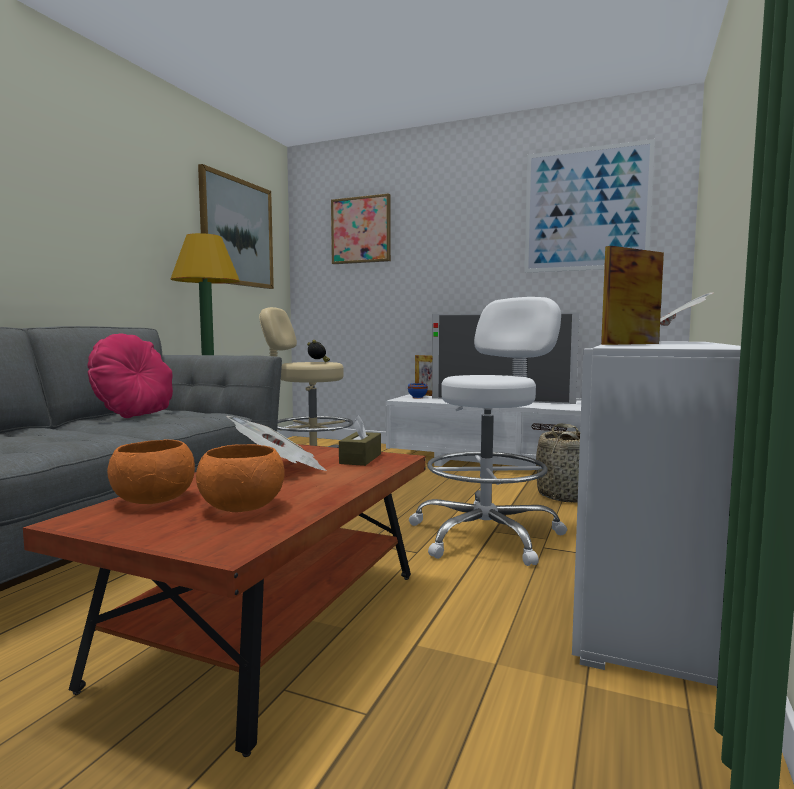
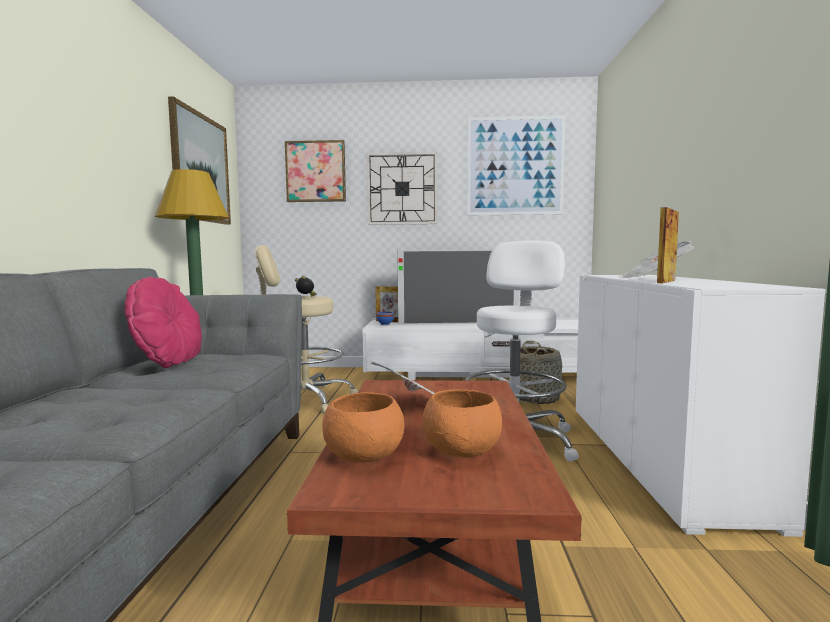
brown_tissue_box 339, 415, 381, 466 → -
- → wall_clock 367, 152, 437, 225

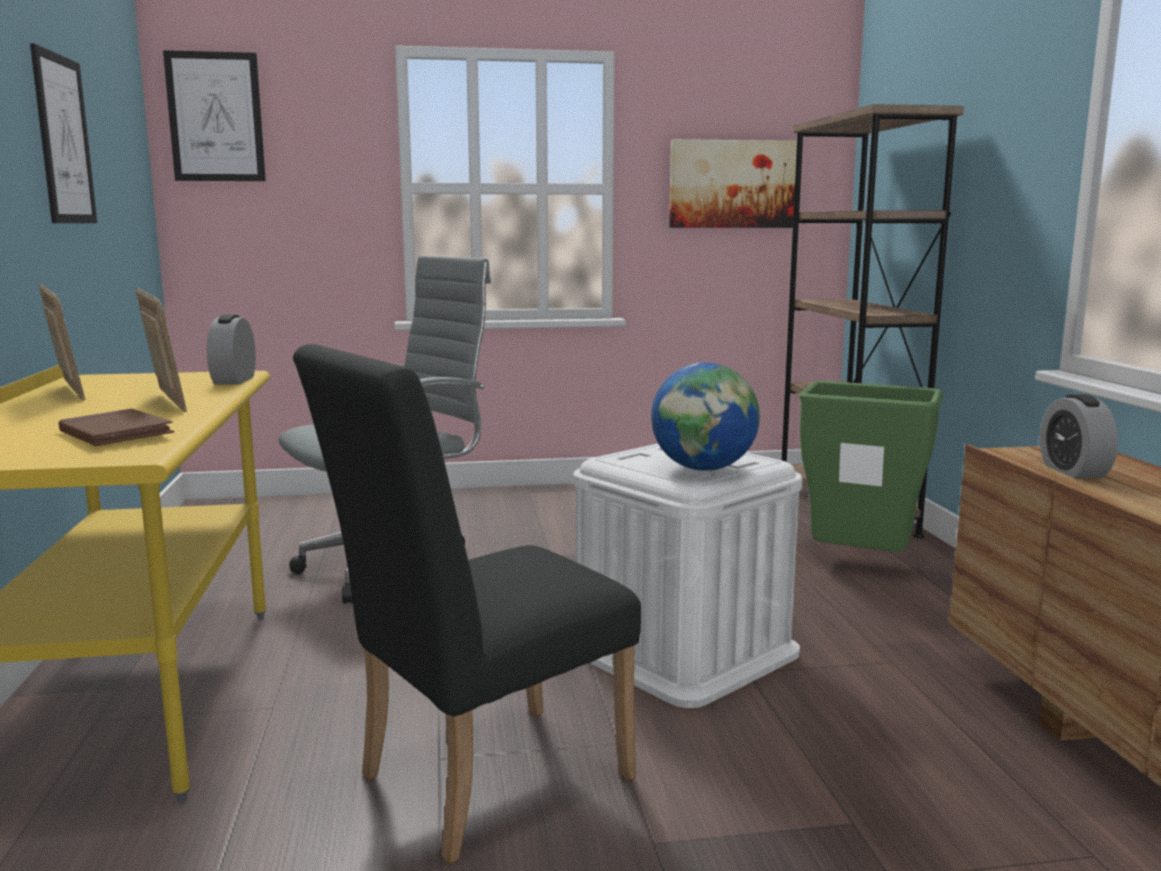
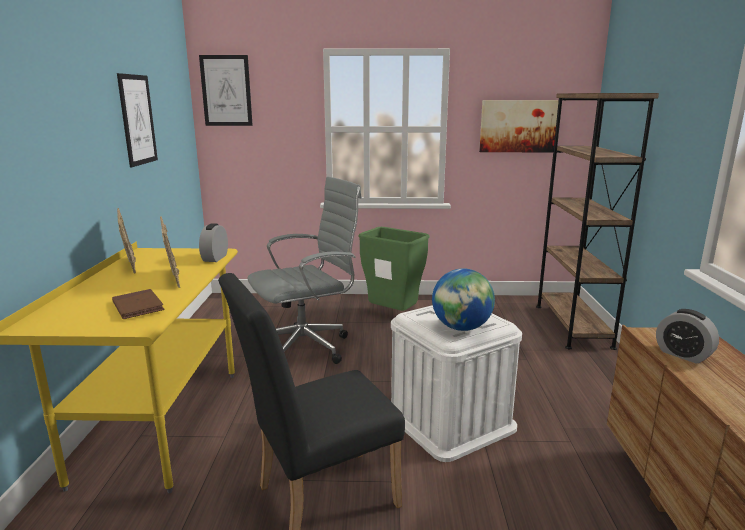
green_trash_can 798, 381, 943, 552 → green_trash_can 358, 227, 429, 311, shifted
alarm_clock 1040, 394, 1118, 479 → alarm_clock 656, 309, 719, 364, 45 degrees counterclockwise

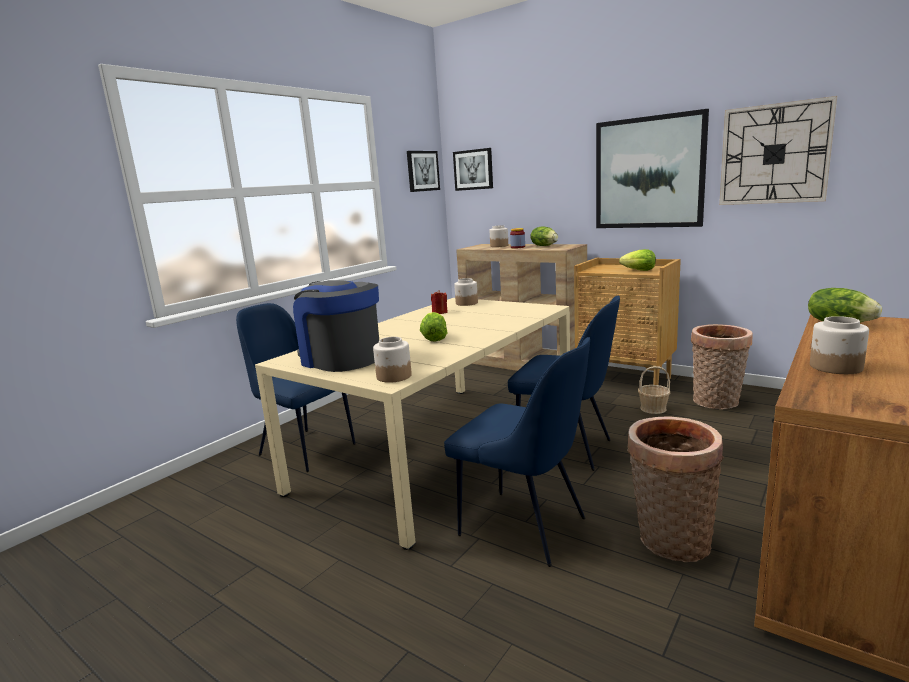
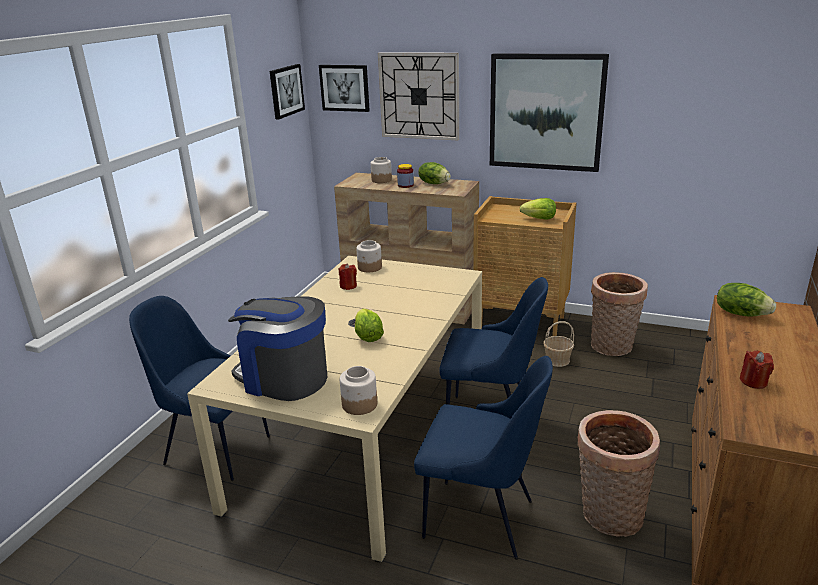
wall_clock 719, 96, 837, 205 → wall_clock 378, 52, 459, 140, shifted
jar 810, 316, 869, 374 → red_candle 740, 350, 774, 389

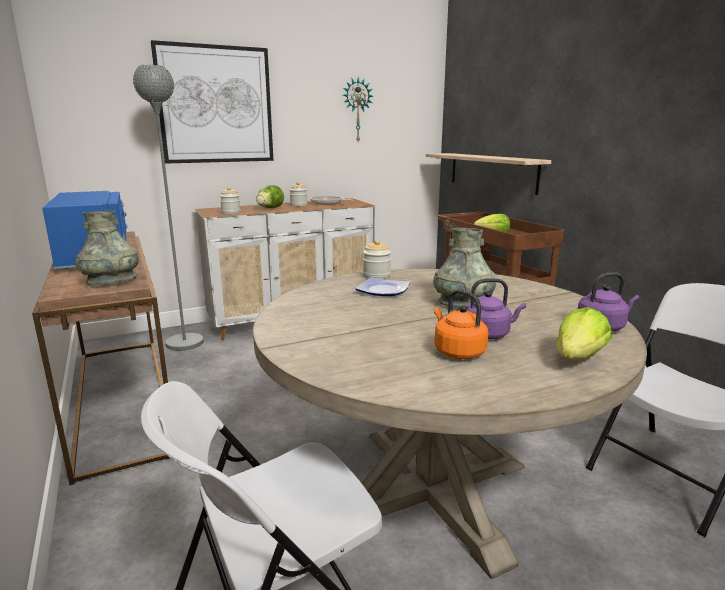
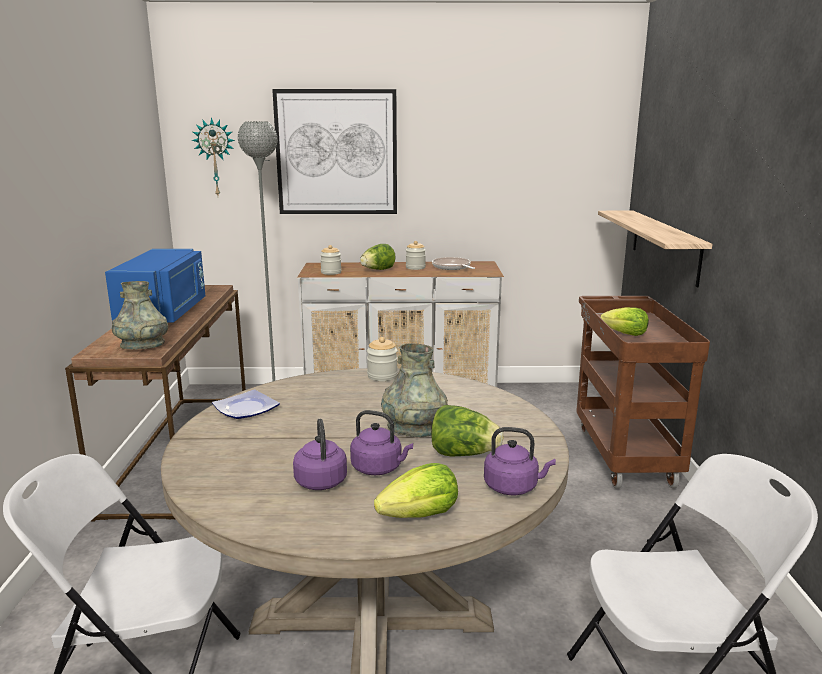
- → lettuce 431, 405, 504, 457
wall_clock 343, 77, 373, 142 → wall_clock 192, 117, 235, 196, shifted
plate 355, 277, 410, 296 → plate 212, 390, 280, 419, shifted
orange_kettle 434, 290, 488, 359 → purple_kettle 293, 419, 347, 490

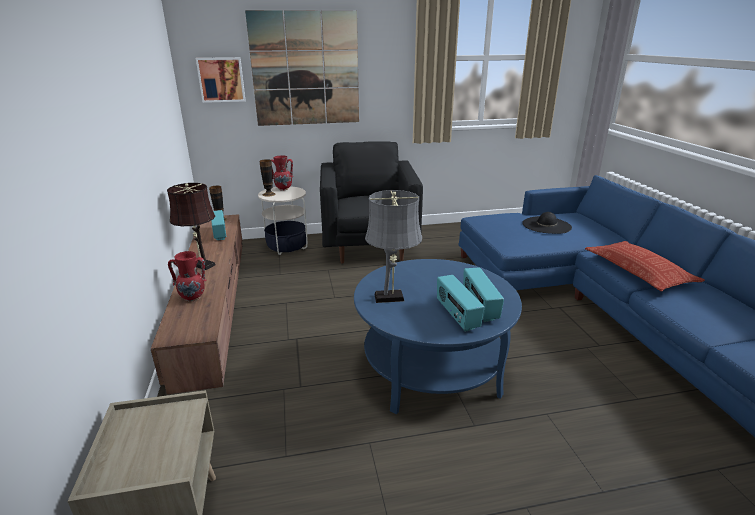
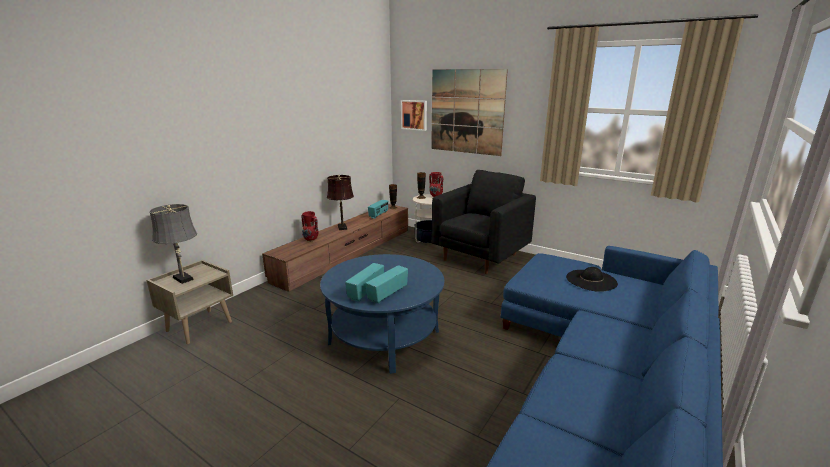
pillow 585, 241, 705, 291 → -
grey_table_lamp 365, 190, 422, 303 → grey_table_lamp 149, 204, 197, 284, shifted

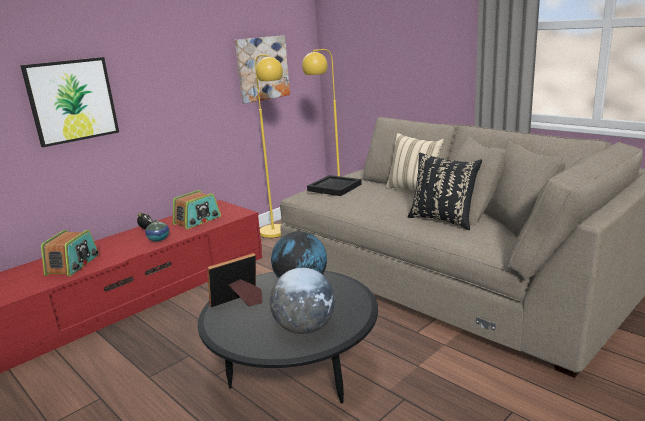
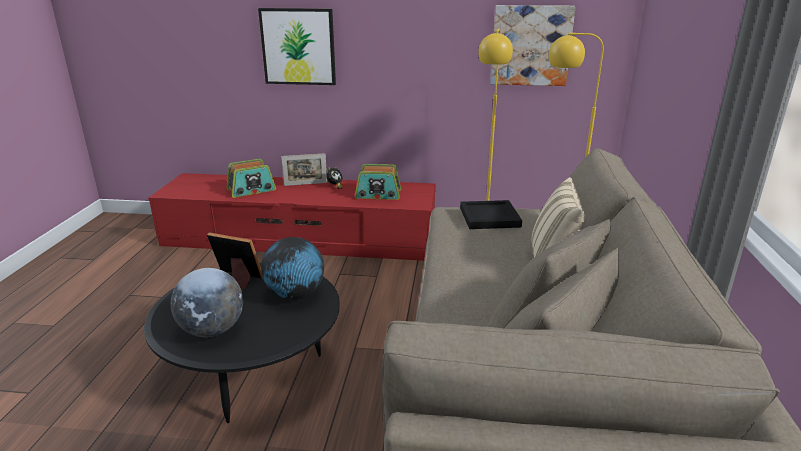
vase 145, 220, 169, 241 → -
black_pillow 408, 153, 482, 230 → -
- → picture_frame 281, 153, 327, 186

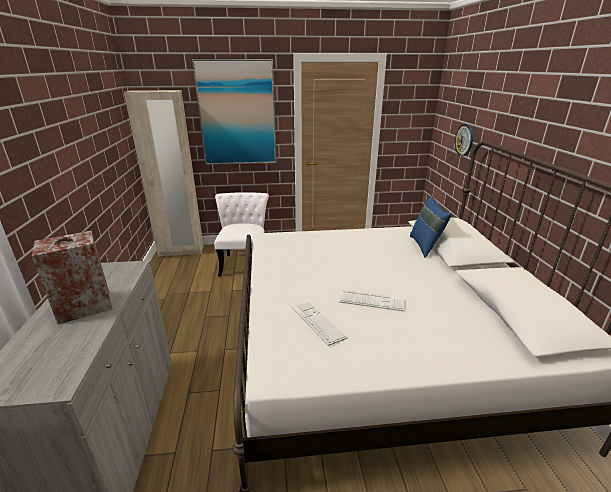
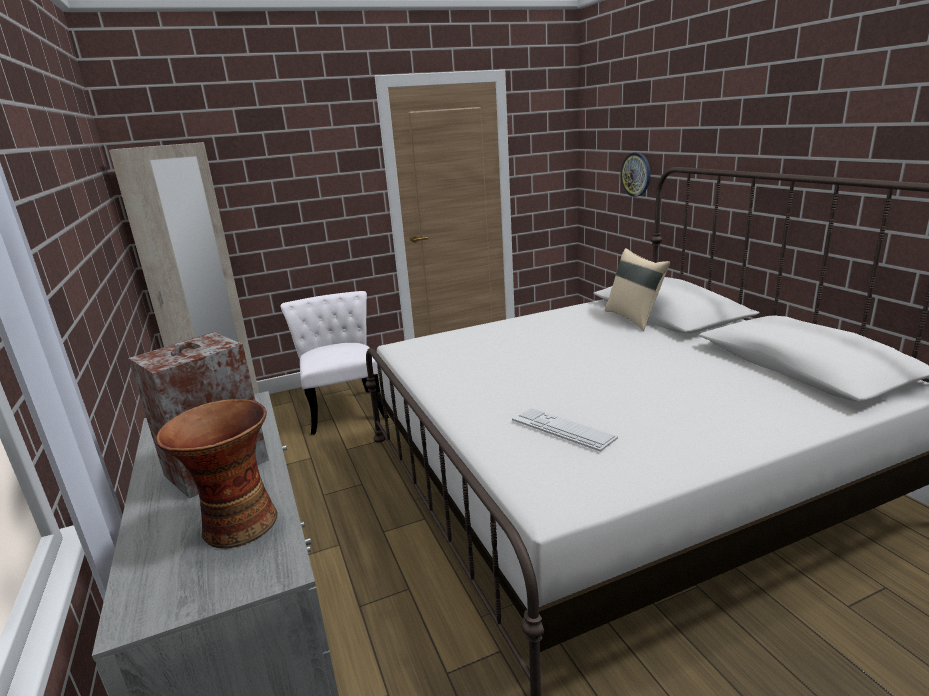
picture 192, 59, 277, 165 → -
keyboard 339, 290, 404, 311 → -
- → vase 156, 399, 277, 549
blue_pillow 410, 196, 451, 258 → beige_pillow 605, 248, 670, 331

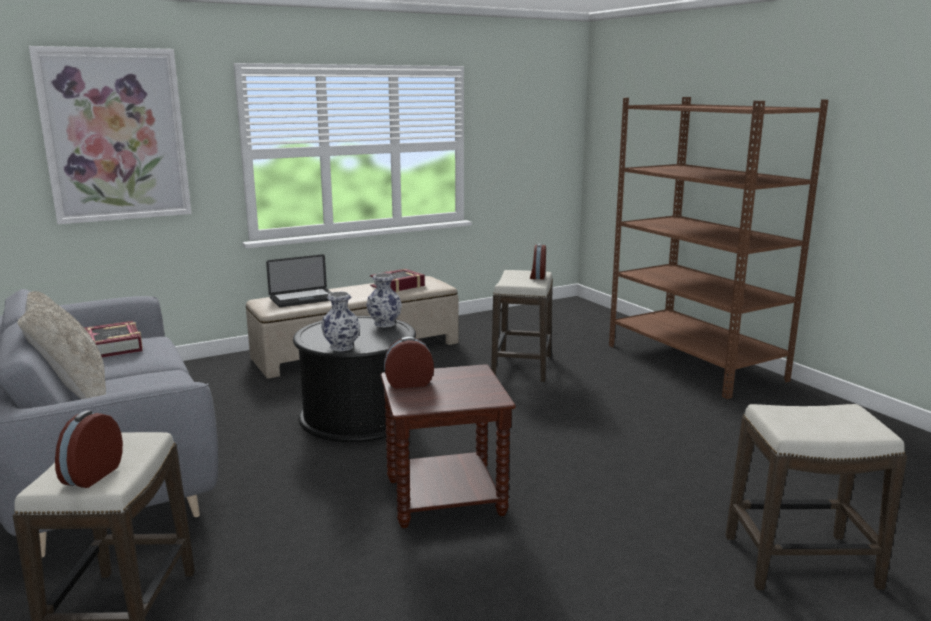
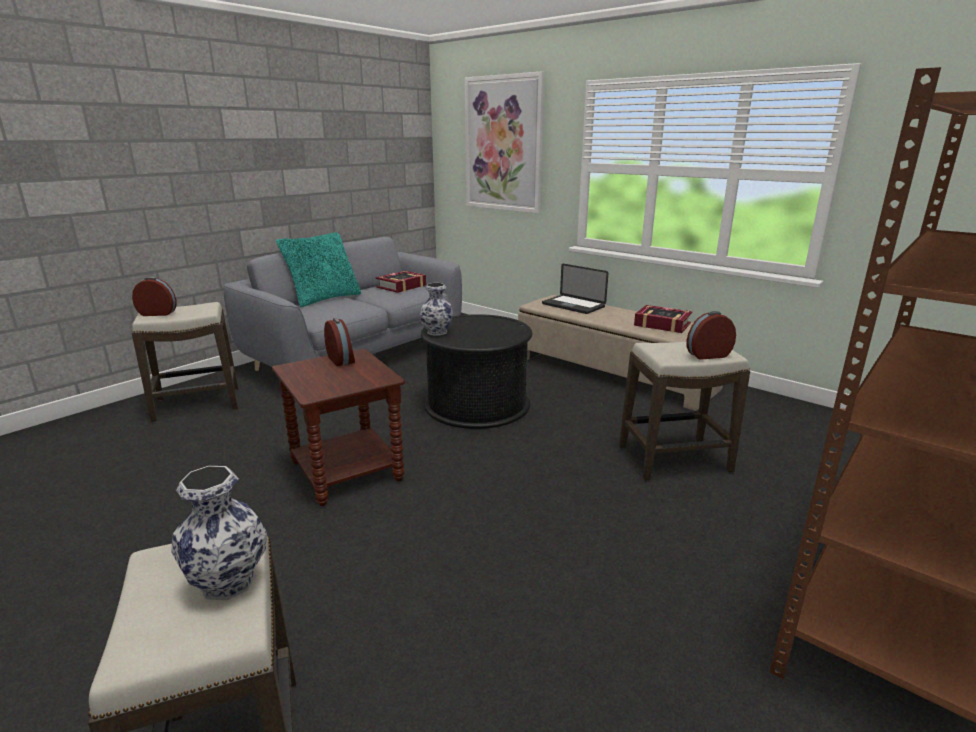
vase 366, 273, 402, 328 → vase 171, 466, 267, 600, shifted
beige_pillow 17, 291, 106, 399 → turquoise_pillow 276, 232, 361, 307

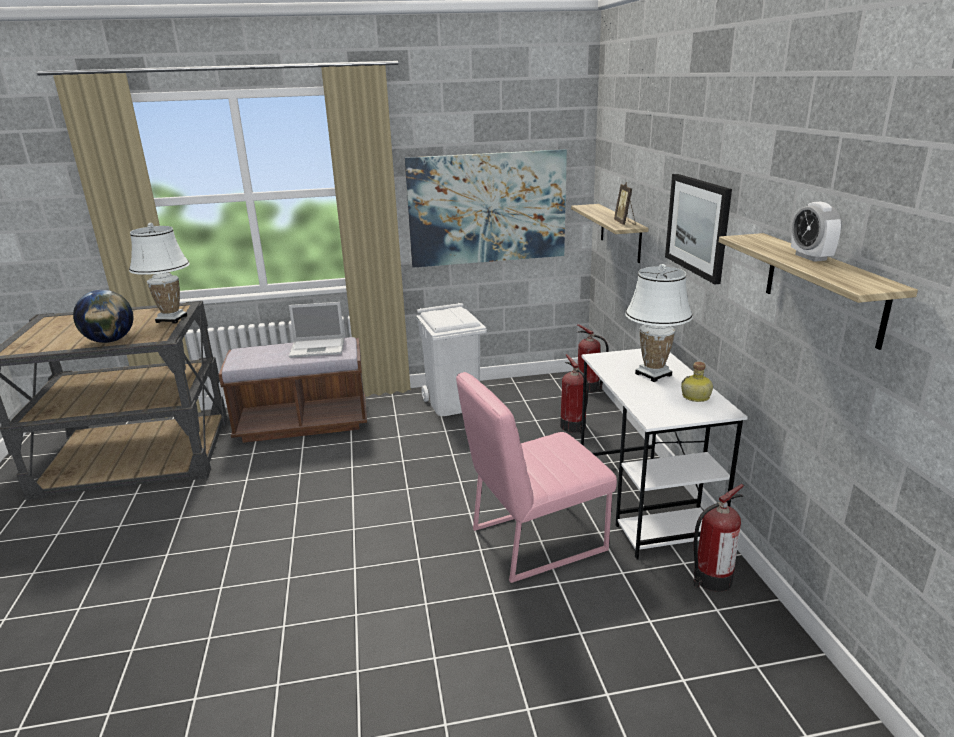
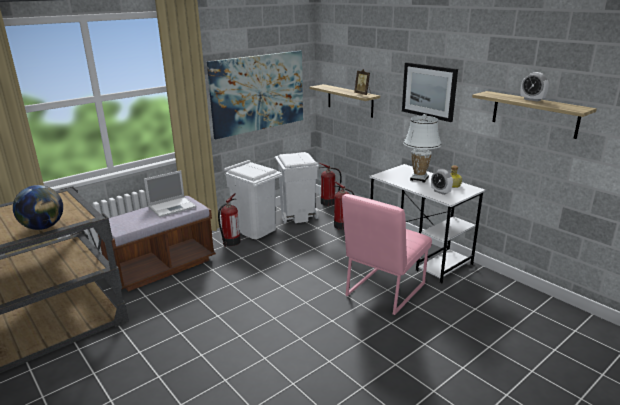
white_table_lamp 129, 223, 190, 323 → -
- → white_trash_can 275, 152, 319, 223
- → alarm_clock 431, 169, 453, 195
fire_extinguisher 693, 484, 744, 592 → fire_extinguisher 218, 193, 240, 247, shifted

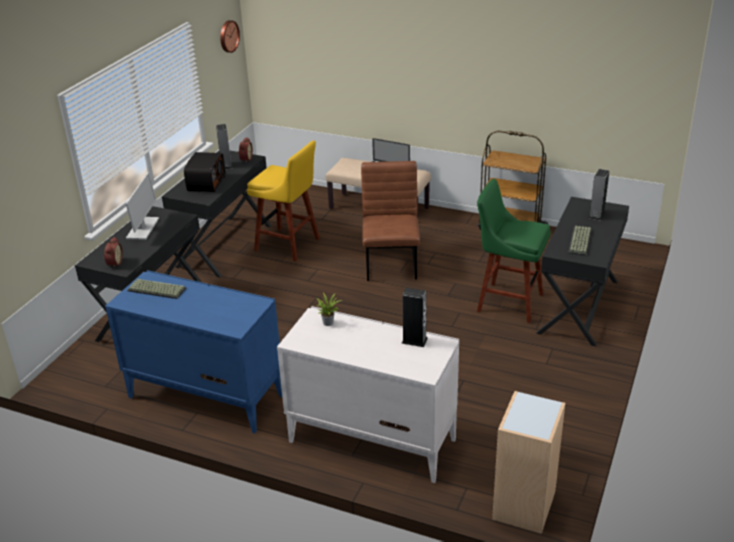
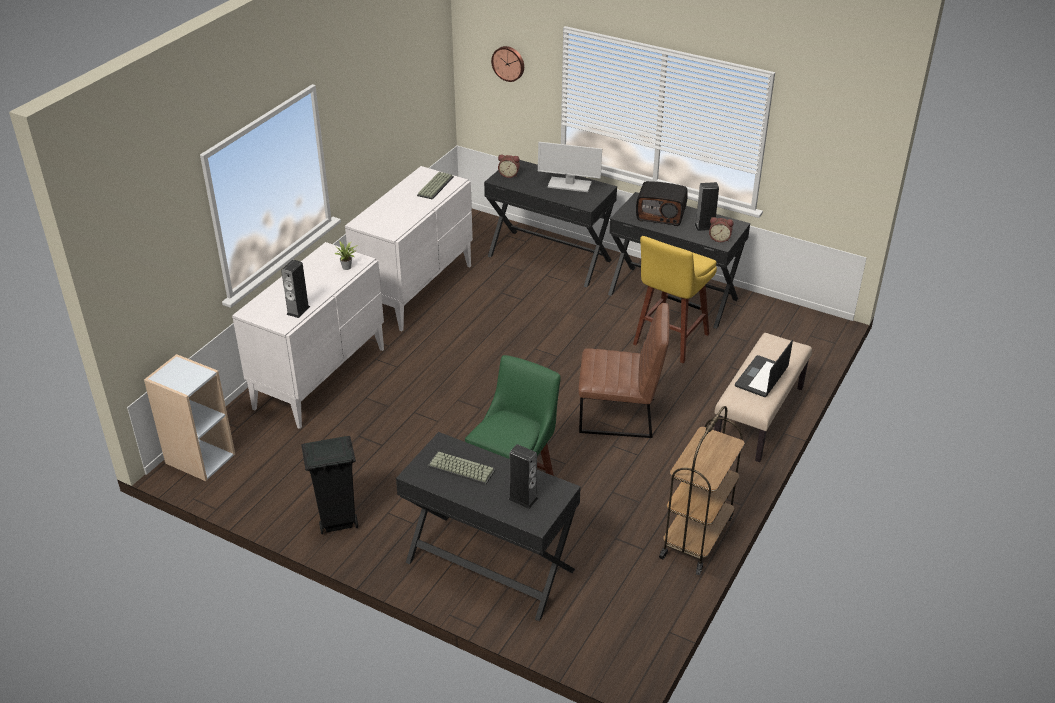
- → black_trash_can 301, 436, 358, 534
wall_clock 220, 20, 240, 53 → wall_clock 491, 46, 524, 82, shifted
blue_cabinet 105, 270, 282, 433 → white_cabinet 345, 166, 473, 331

